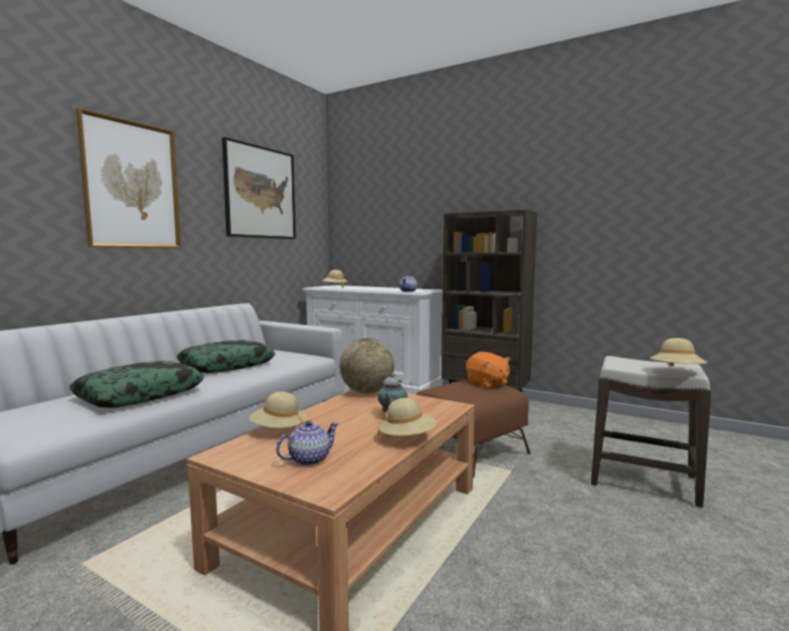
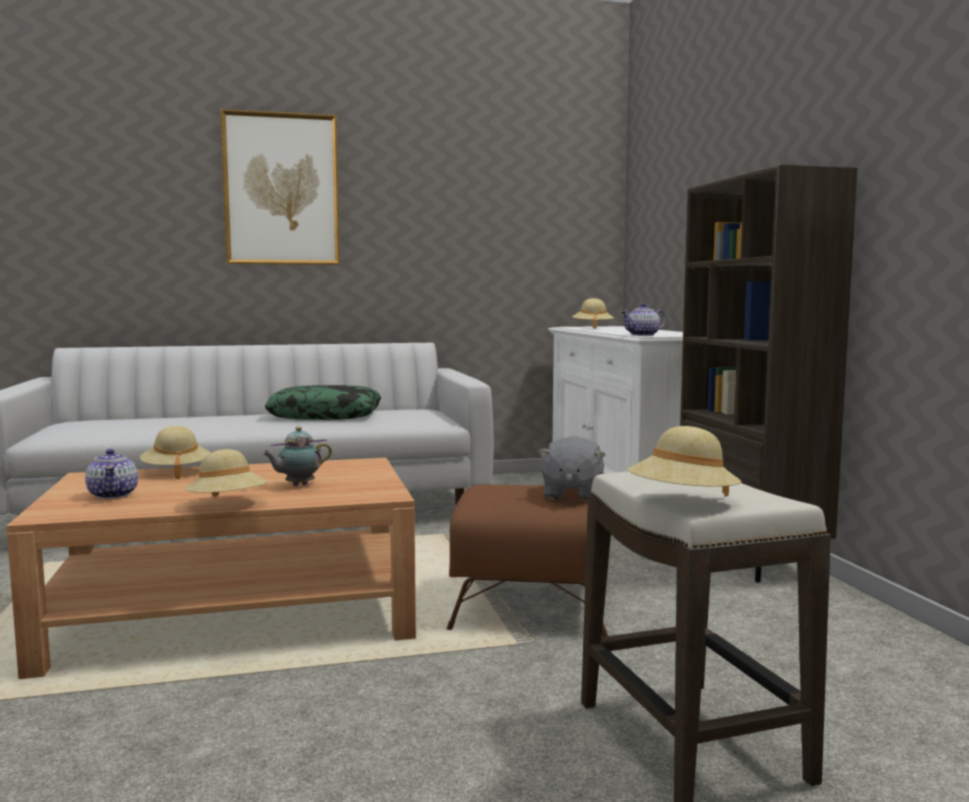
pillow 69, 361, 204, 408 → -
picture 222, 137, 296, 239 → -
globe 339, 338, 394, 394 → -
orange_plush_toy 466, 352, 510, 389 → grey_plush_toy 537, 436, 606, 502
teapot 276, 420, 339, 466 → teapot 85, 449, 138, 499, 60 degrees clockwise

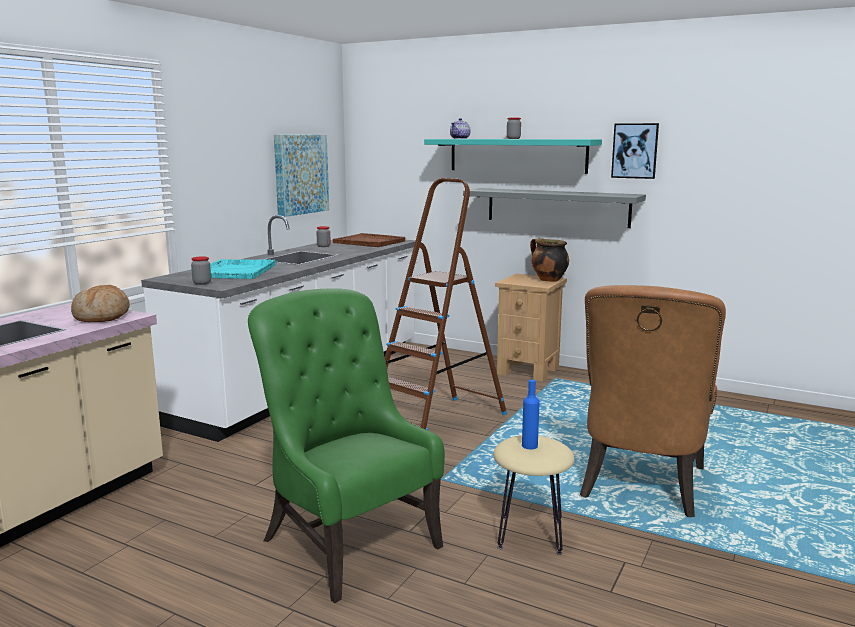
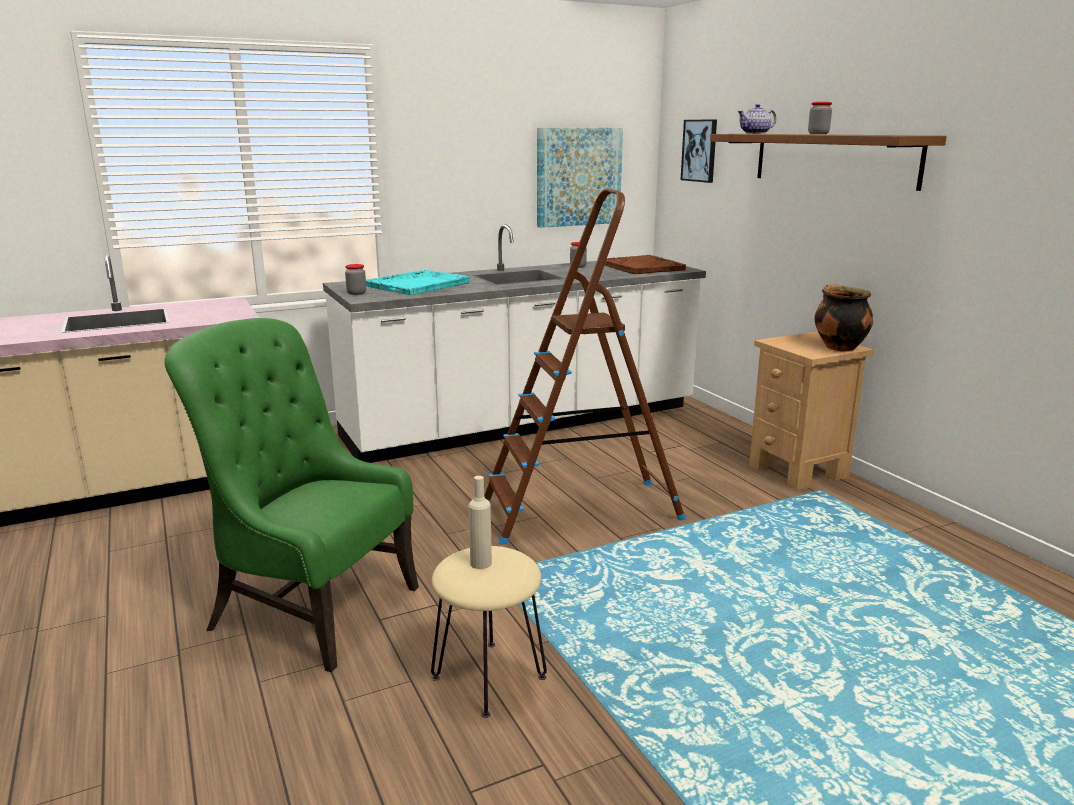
bread 71, 285, 130, 322 → -
grey_shelf 463, 188, 646, 228 → -
brown_chair 580, 285, 726, 517 → -
picture 611, 123, 659, 179 → picture 681, 119, 717, 183, shifted
turquoise_shelf 424, 139, 602, 174 → brown_shelf 710, 134, 947, 191
blue_bottle 522, 380, 540, 449 → beige_bottle 469, 476, 492, 569
green_chair 248, 288, 445, 603 → green_chair 165, 318, 419, 672, 60 degrees counterclockwise

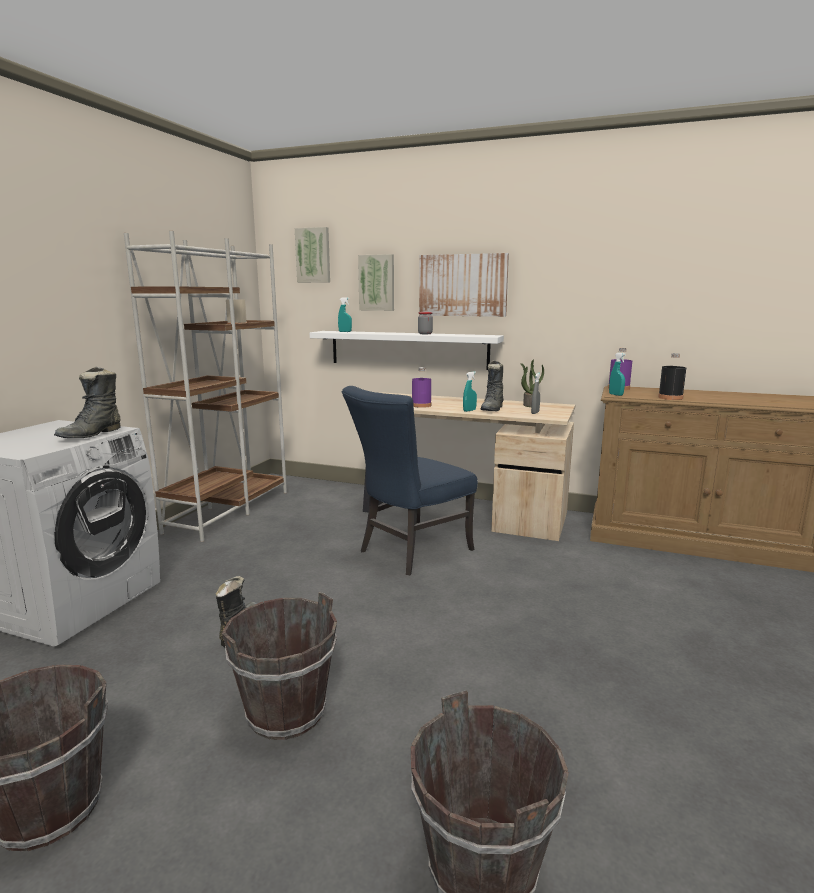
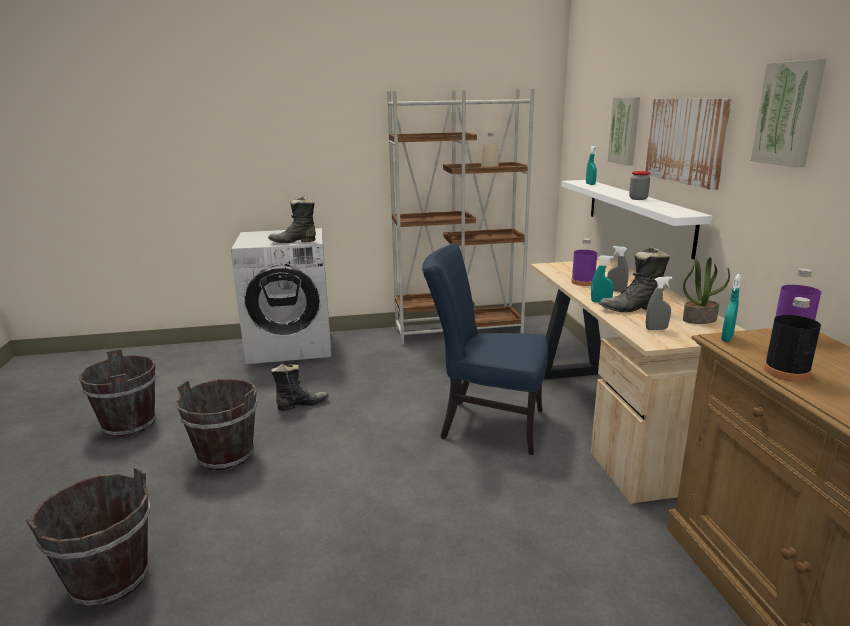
- → grey_spray_bottle 607, 246, 629, 292
picture 295, 227, 330, 283 → picture 751, 59, 826, 167, shifted

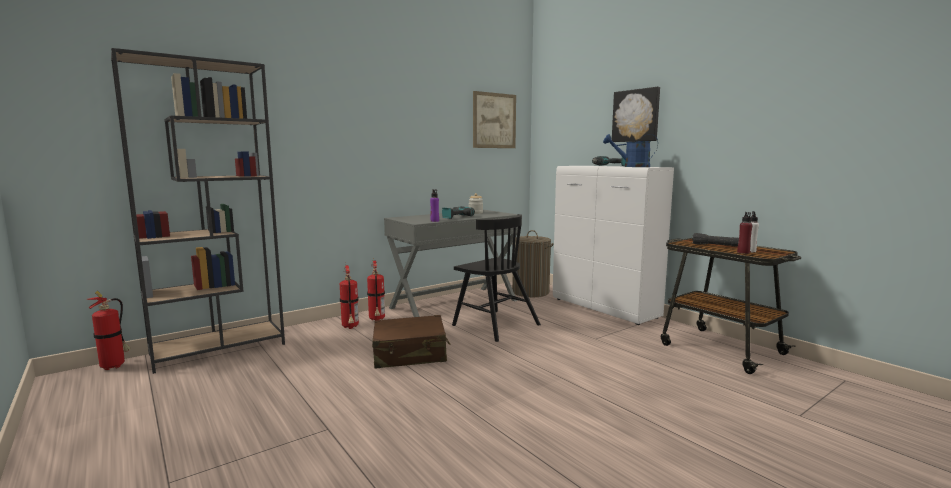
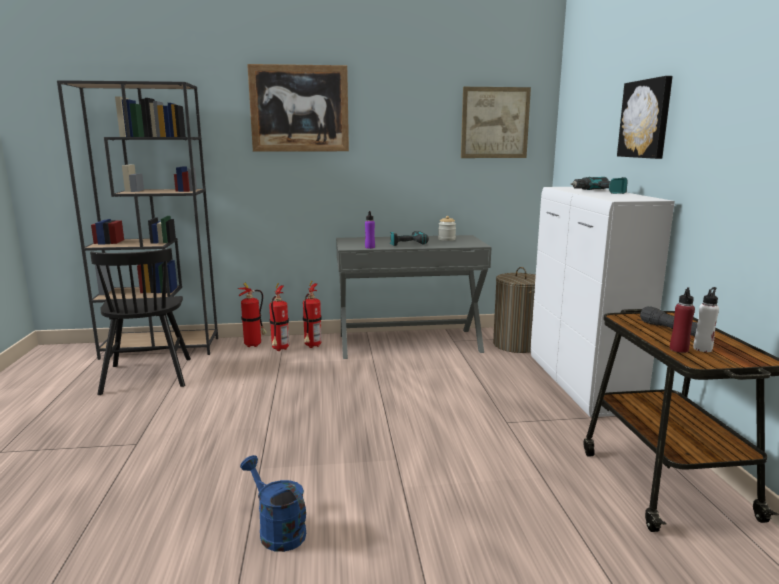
brown_suitcase 372, 315, 450, 369 → -
- → picture 247, 64, 349, 152
fire_extinguisher 87, 291, 131, 370 → fire_extinguisher 238, 283, 267, 347, shifted
black_chair 452, 214, 541, 342 → black_chair 90, 248, 191, 395, shifted
blue_watering_can 603, 134, 658, 167 → blue_watering_can 240, 455, 306, 552, shifted

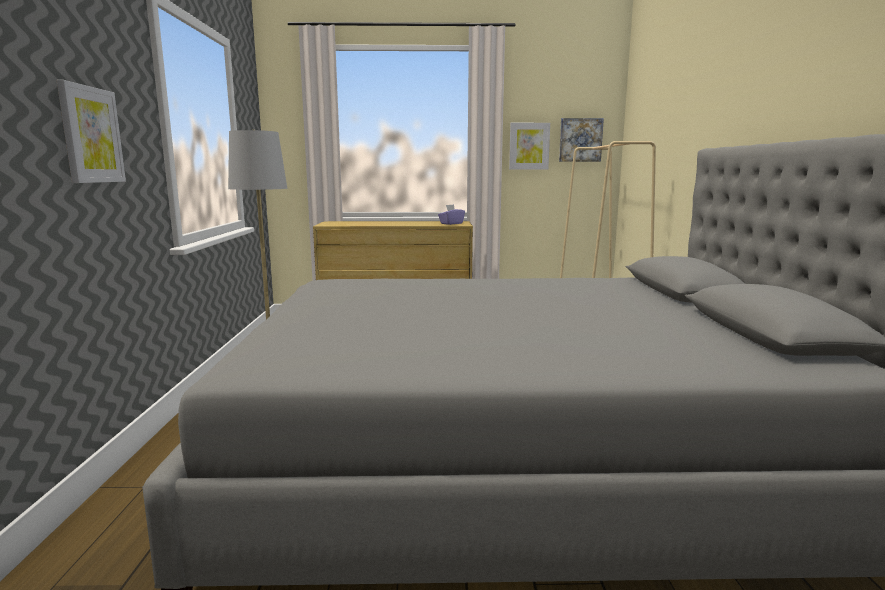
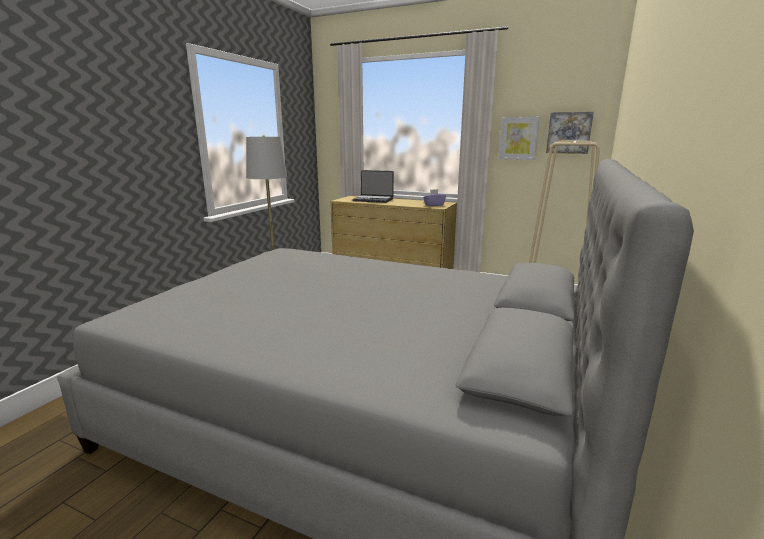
picture 57, 80, 126, 183 → -
- → laptop 353, 170, 394, 203

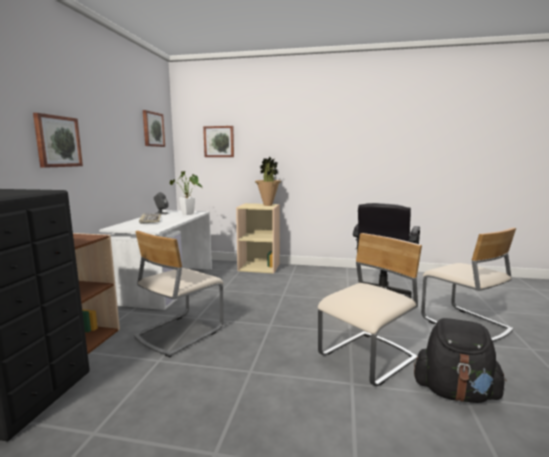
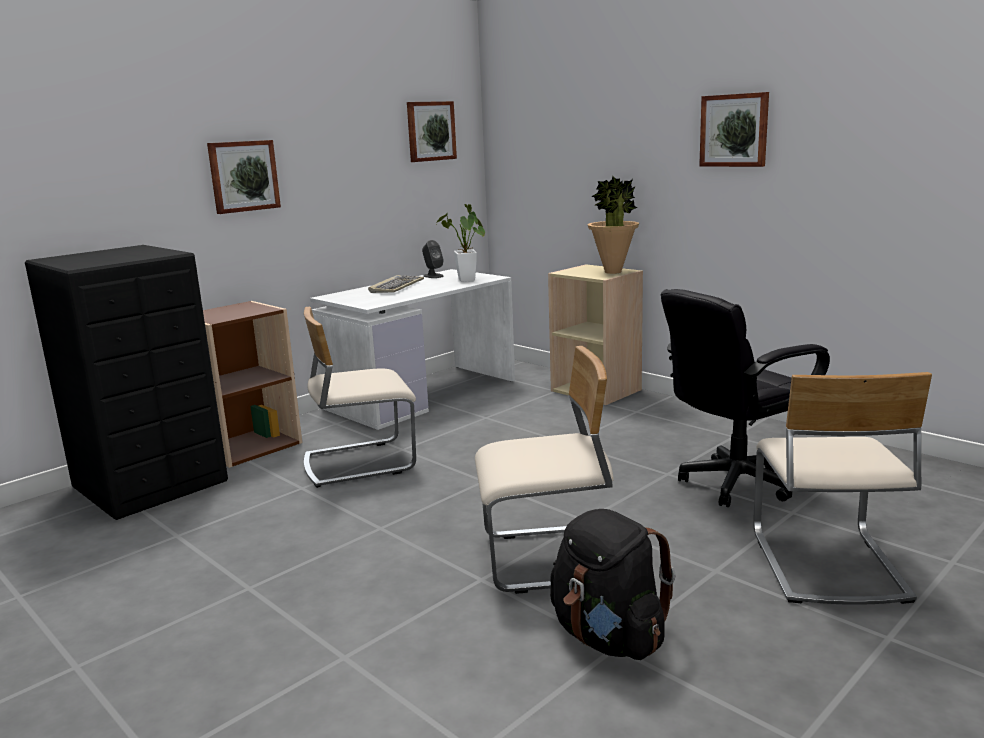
picture 203, 126, 234, 157 → picture 699, 92, 769, 167, shifted

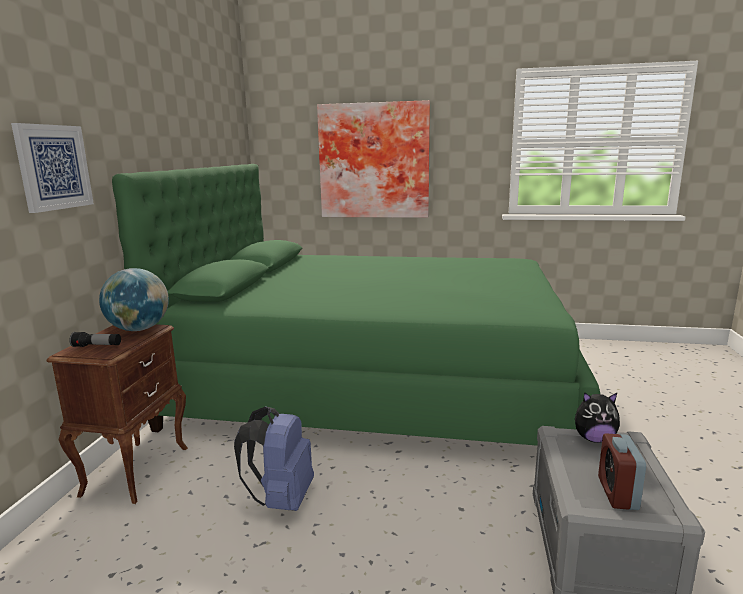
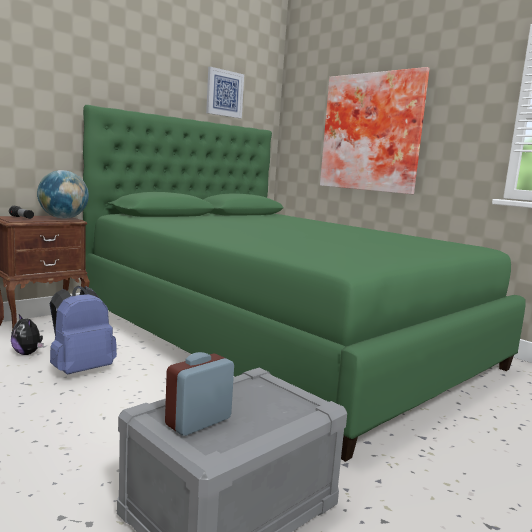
picture 11, 123, 94, 213 → picture 206, 67, 244, 118, shifted
plush_toy 575, 392, 620, 443 → plush_toy 11, 314, 44, 355, shifted

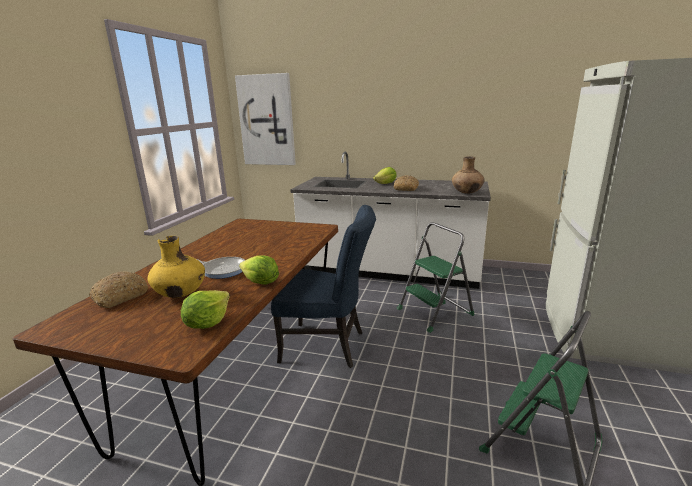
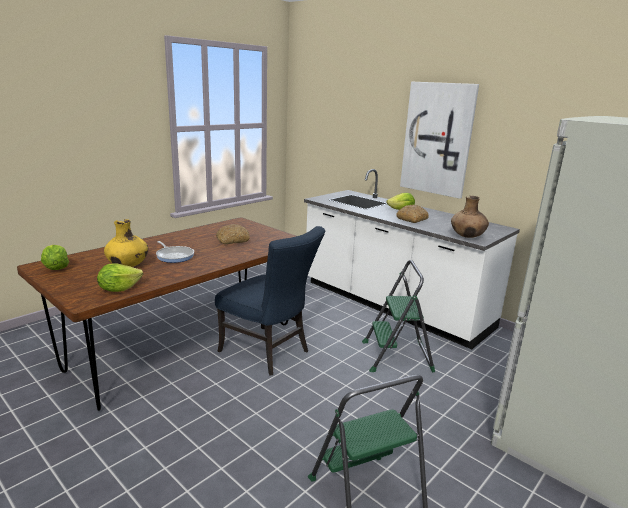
bread 89, 272, 148, 308 → bread 216, 224, 250, 244, shifted
picture 235, 73, 296, 165 → picture 400, 82, 479, 199, shifted
lettuce 239, 255, 279, 285 → lettuce 41, 245, 69, 270, shifted

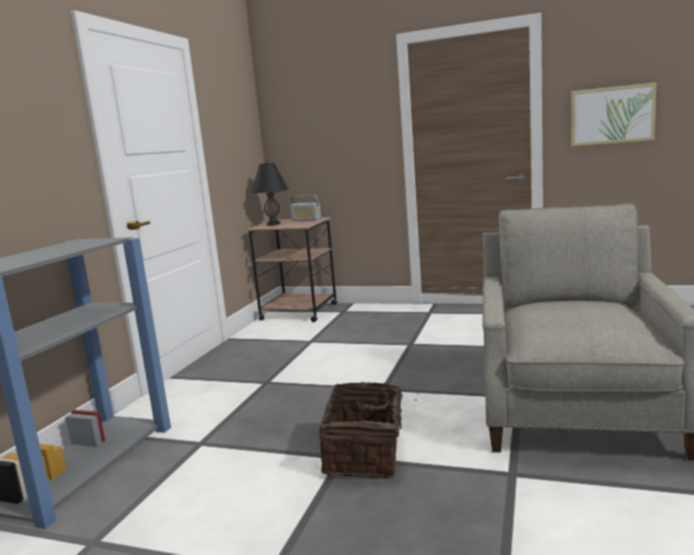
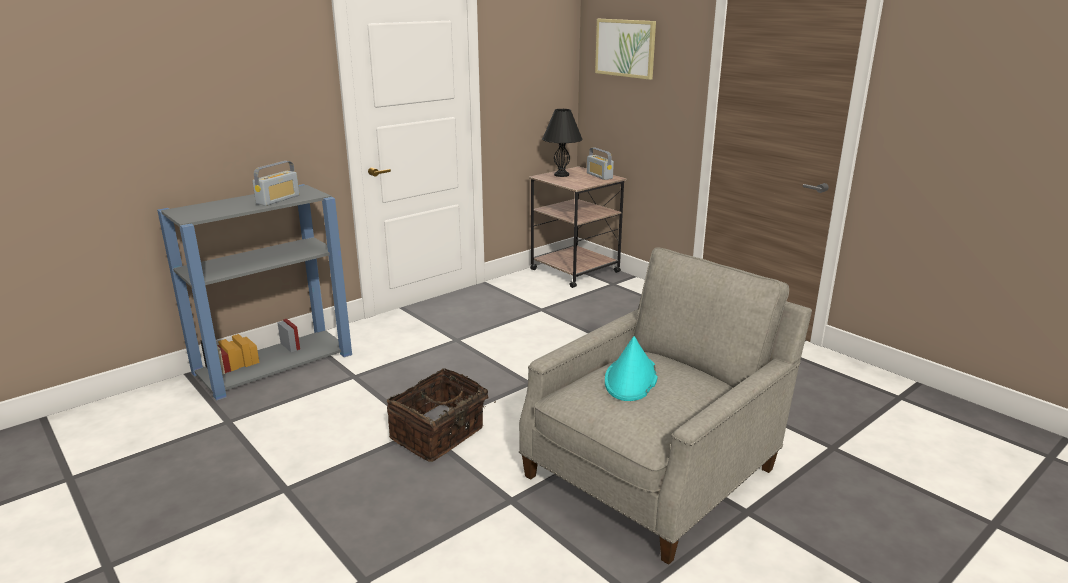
- → radio 252, 161, 300, 206
- → turquoise_hat 605, 336, 658, 401
picture 571, 83, 656, 146 → picture 595, 19, 656, 80, shifted

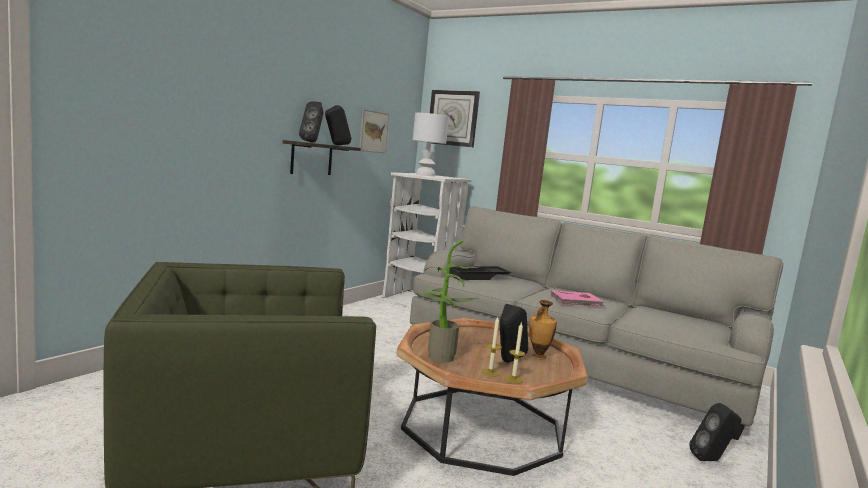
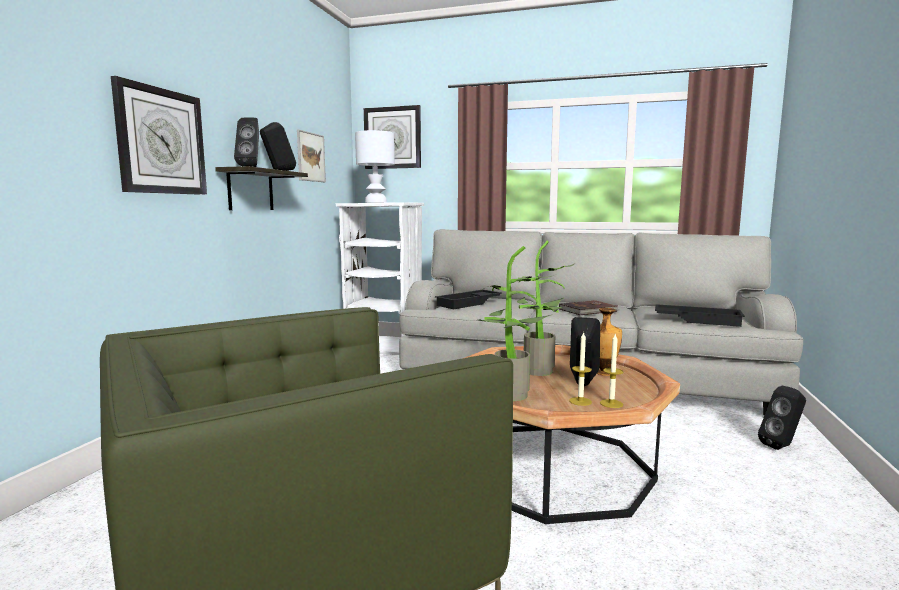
- → wall_clock 111, 76, 207, 195
- → potted_plant 517, 241, 575, 376
- → black_tray 655, 304, 745, 327
pink_book 551, 290, 605, 307 → brown_book 559, 300, 619, 315

